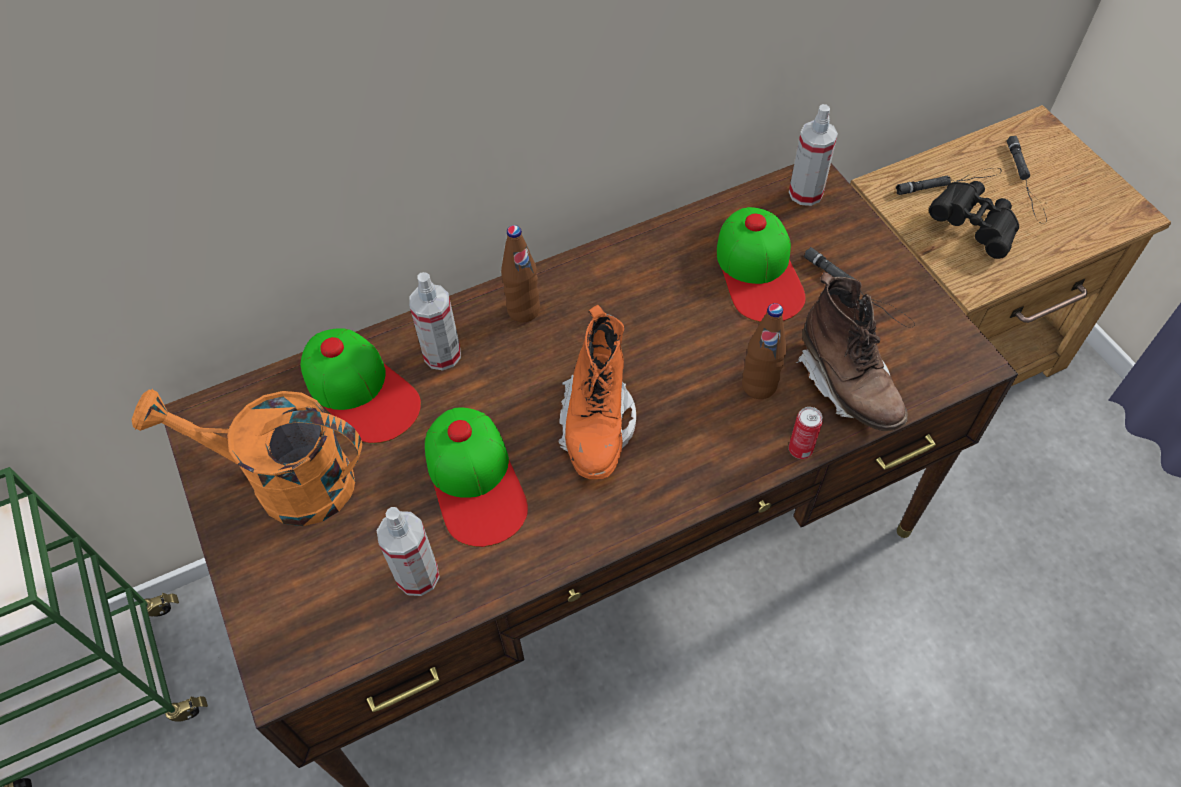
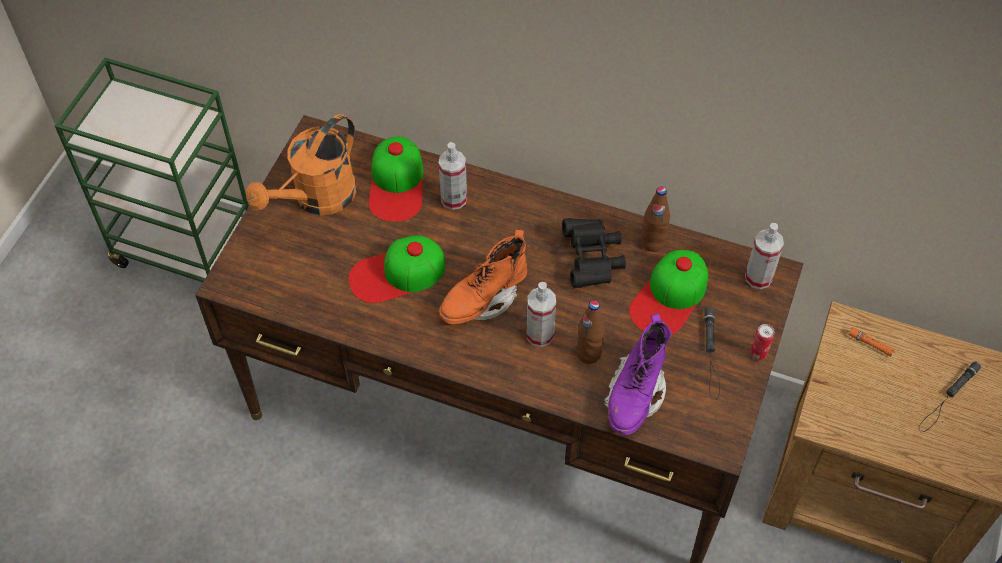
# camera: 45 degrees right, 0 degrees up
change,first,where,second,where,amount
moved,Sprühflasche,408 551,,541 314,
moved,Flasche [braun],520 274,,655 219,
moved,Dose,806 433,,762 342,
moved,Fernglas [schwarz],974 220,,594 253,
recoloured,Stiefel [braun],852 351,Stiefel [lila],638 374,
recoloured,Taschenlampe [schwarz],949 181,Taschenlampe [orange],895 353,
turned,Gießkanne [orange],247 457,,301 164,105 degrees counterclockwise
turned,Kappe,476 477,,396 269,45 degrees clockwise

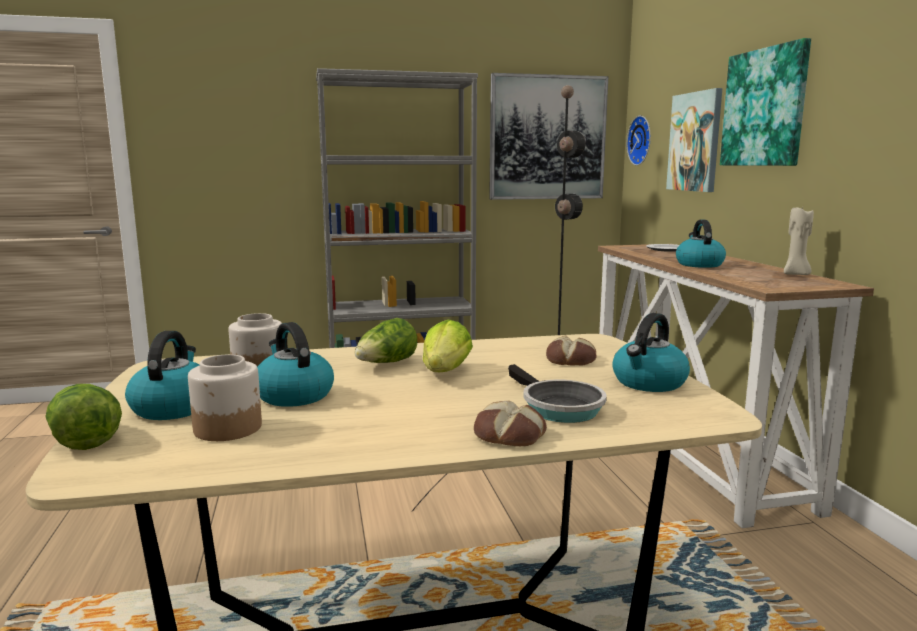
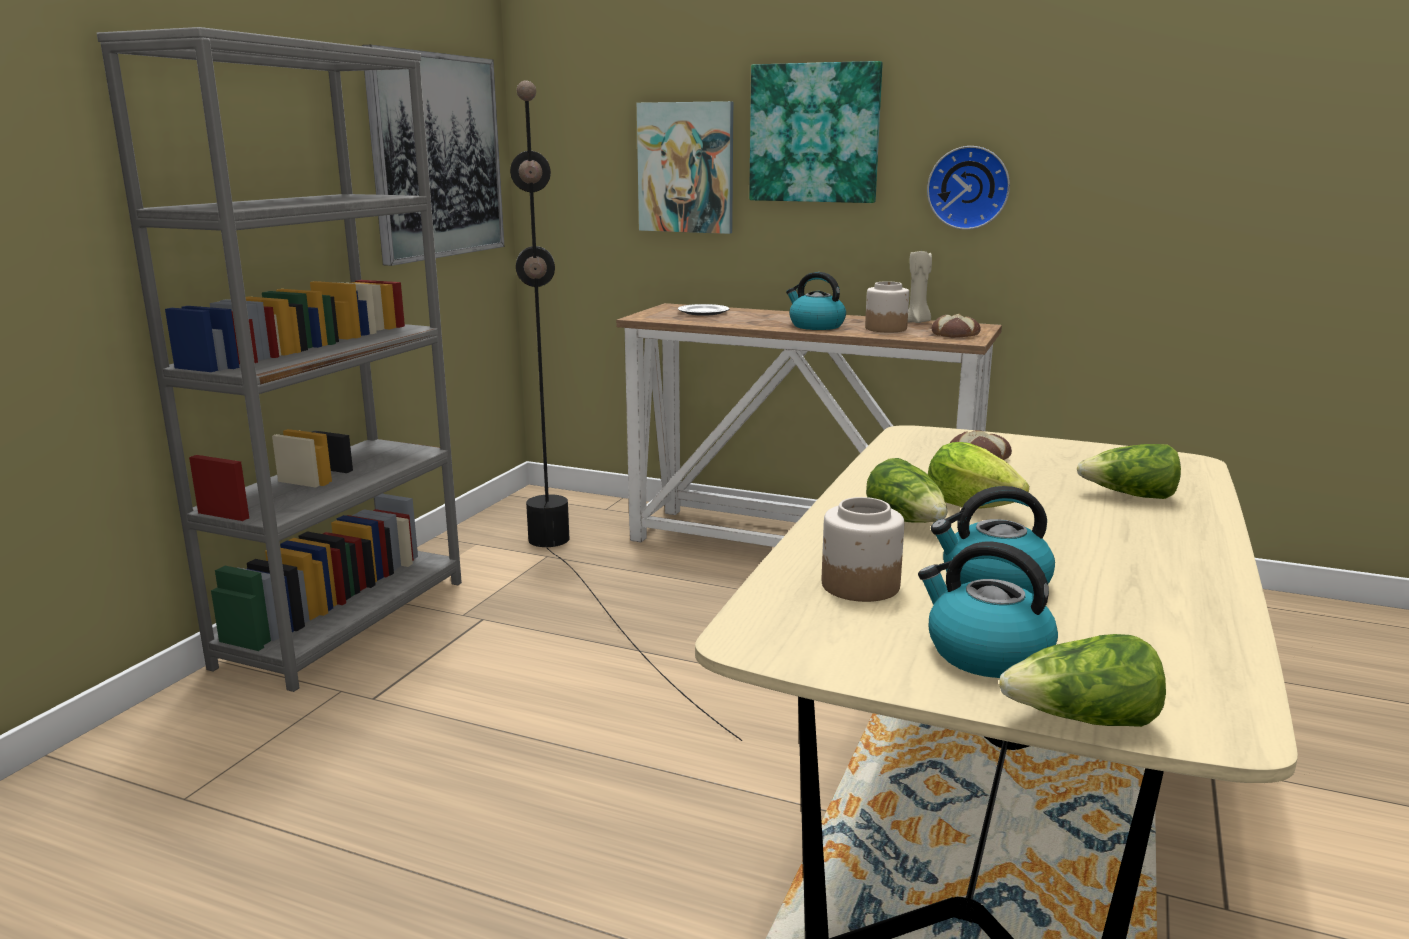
# camera: 55 degrees left, 5 degrees up
change,first,where,second,where,amount
removed,Wasserkessel,651 352,,,
moved,Vorratsglas,225 397,,887 306,
moved,Brot,510 423,,956 326,
moved,Wanduhr,639 140,,968 188,
replaced,Pfanne,557 393,Salatkopf,1129 471,

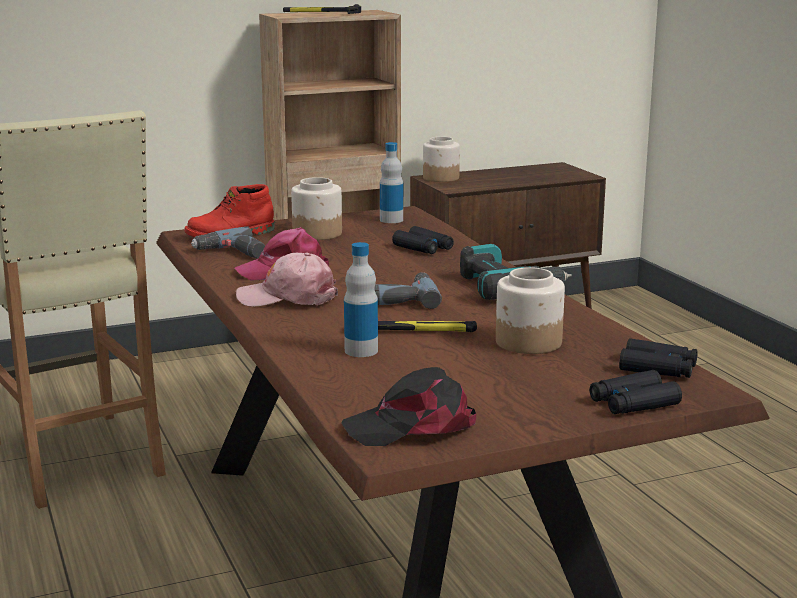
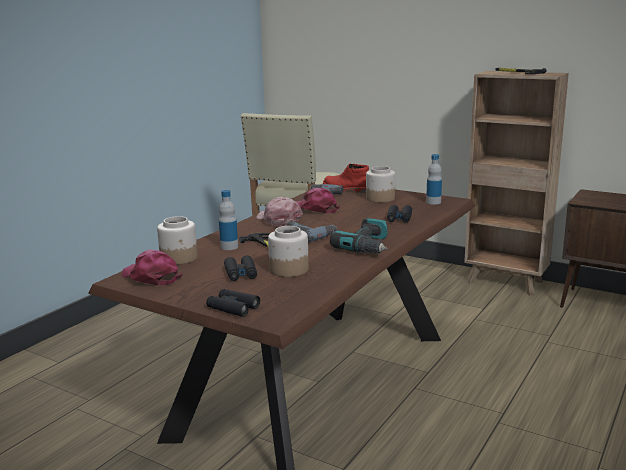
# camera: 55 degrees right, 0 degrees up
change,first,where,second,where,amount
moved,Vorratsglas,441 159,,177 240,
moved,Fernglas [schwarz],658 358,,240 268,
recoloured,Kappe [schwarz],409 406,Kappe [rosa],151 268,

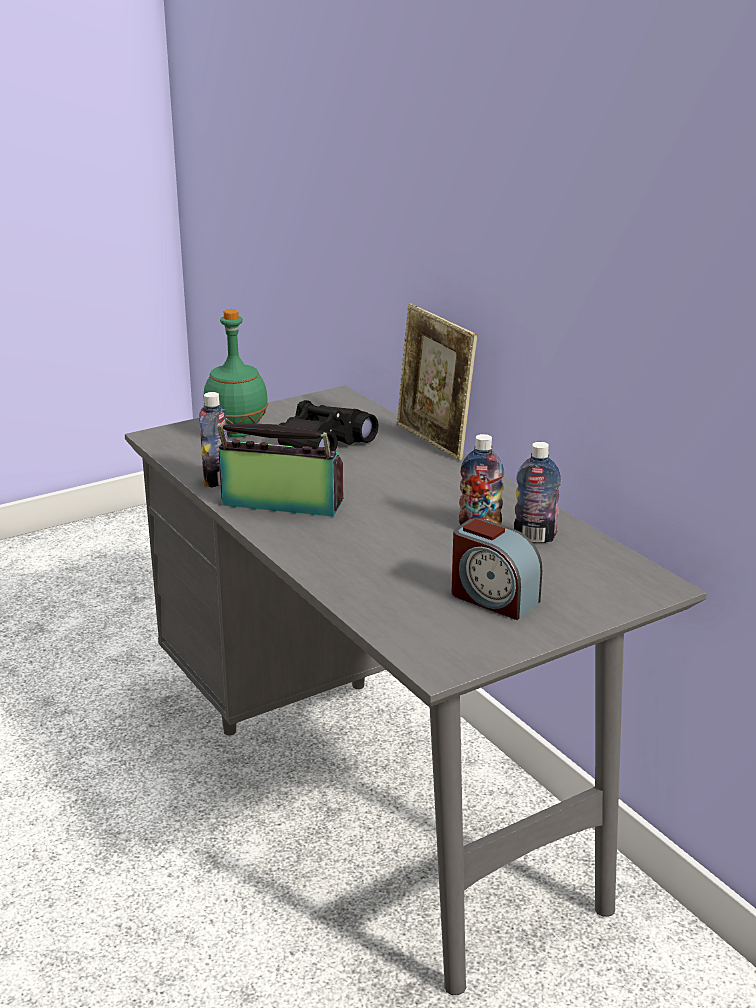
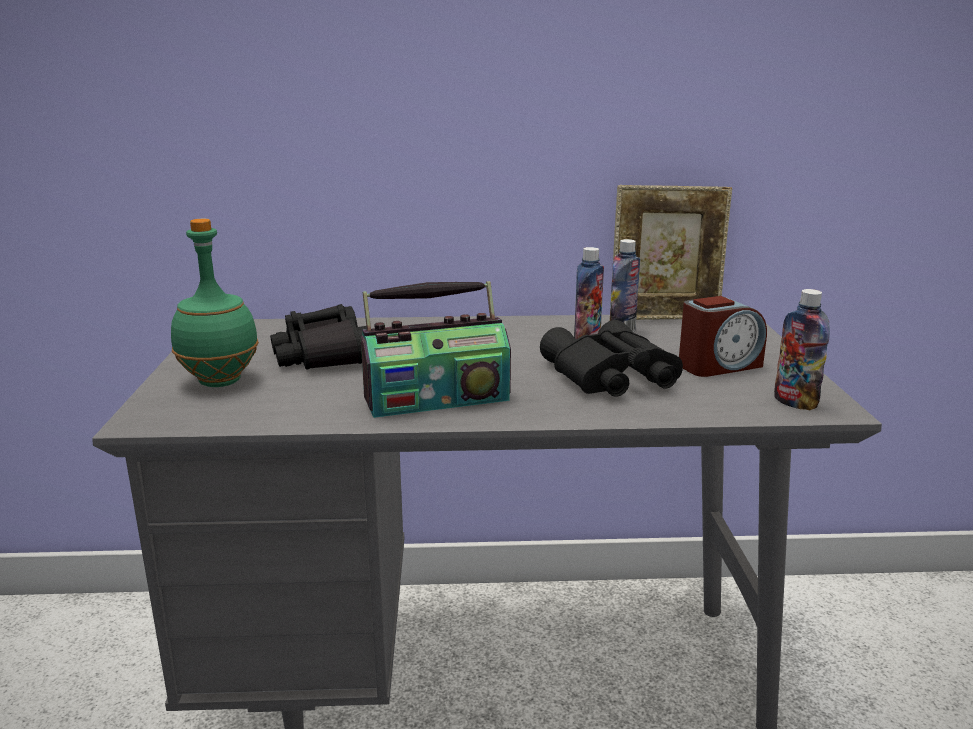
# camera: 60 degrees left, 5 degrees down
change,first,where,second,where,amount
added,,,Fernglas [schwarz],611 358,
moved,Flasche,213 440,,802 350,
moved,Bilderrahmen,436 382,,672 252,
turned,Radio,280 470,,436 349,150 degrees counterclockwise

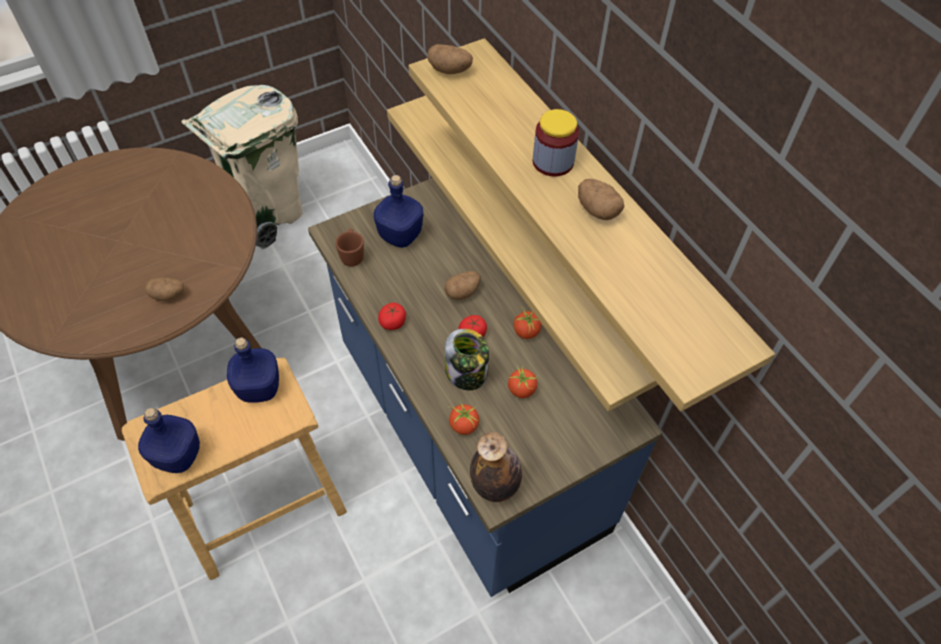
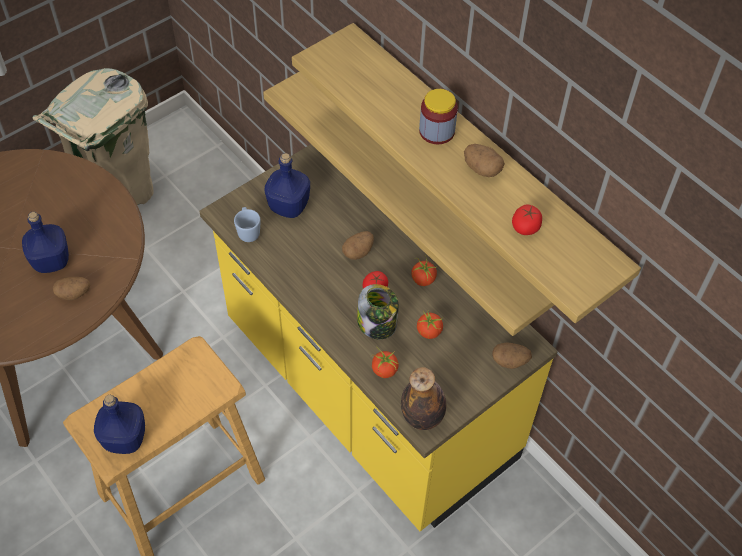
# camera: 10 degrees left, 0 degrees up
change,first,where,second,where,amount
moved,Flasche [blau],253 370,,45 242,
moved,Tomate,392 316,,527 219,
moved,Kartoffel,450 59,,512 355,
recoloured,Küchenzeile [blau],485 387,Küchenzeile [gelb],378 337,
recoloured,Henkelbecher [braun],349 248,Henkelbecher [blau],247 224,

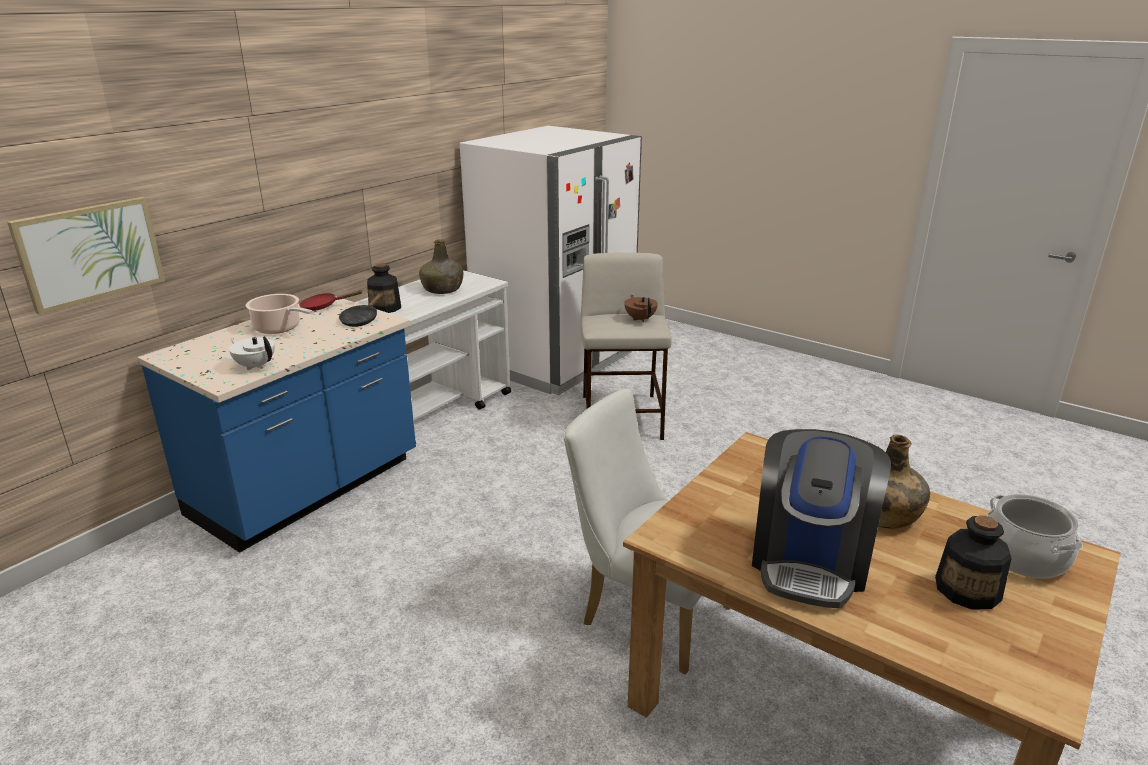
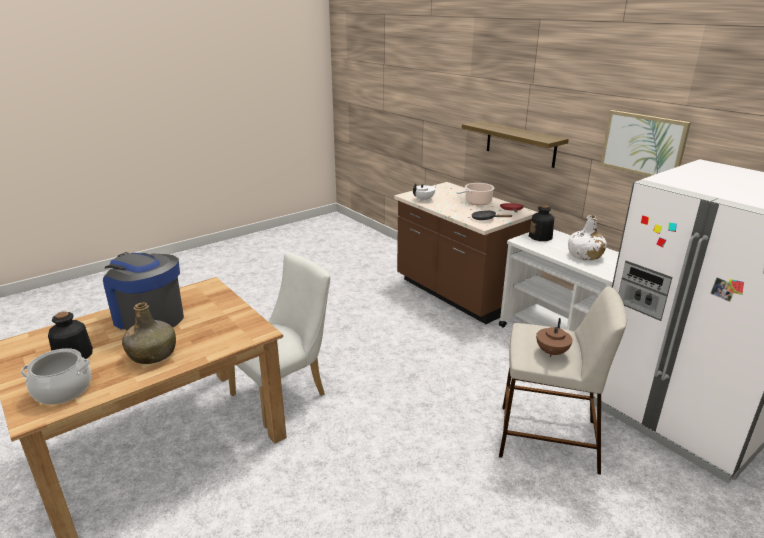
# camera: 105 degrees right, 0 degrees up
change,first,where,second,where,amount
added,,,Wandregal,515 144,
moved,Bild,86 256,,645 143,
recoloured,Küchenzeile [blau],277 424,Küchenzeile [braun],466 253,
recoloured,Flasche [grün],441 266,Flasche [weiß],587 238,
turned,Teekanne [braun],641 308,,554 337,120 degrees clockwise

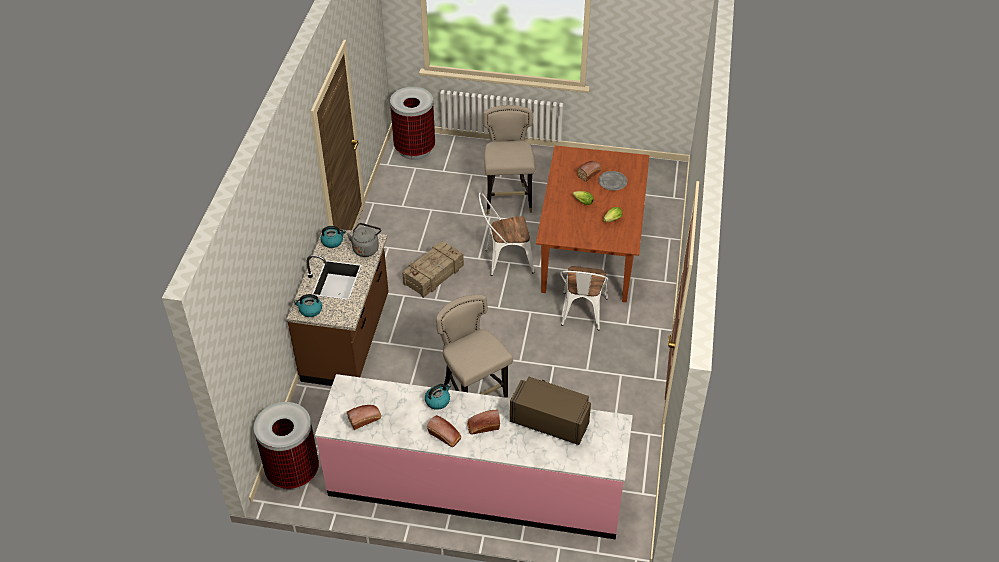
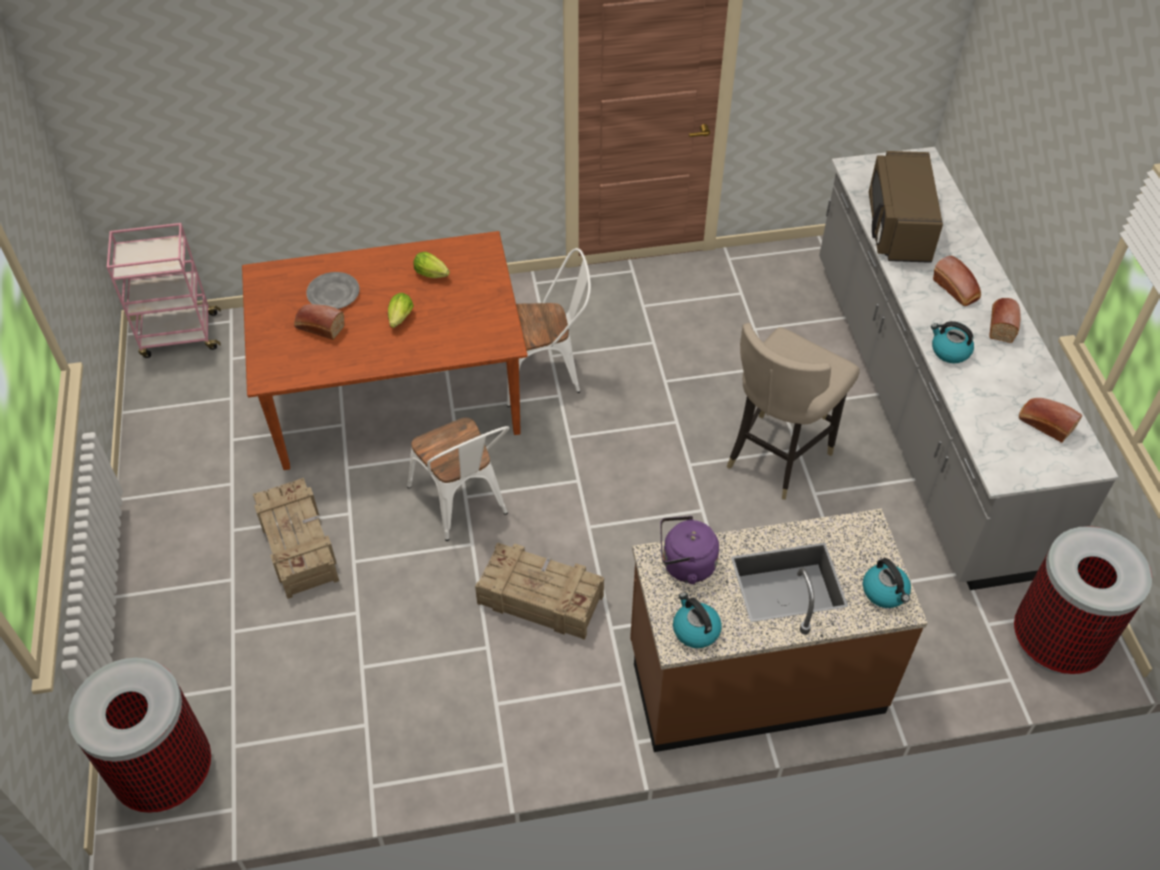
# camera: 110 degrees left, 5 degrees up
change,first,where,second,where,amount
added,,,Rollwagen [rosa],164 290,
replaced,Hocker [beige],509 159,Kiste,296 538,
recoloured,Küchenzeile [rosa],474 457,Küchenzeile [grau],968 368,
recoloured,Wasserkessel [grau],364 240,Wasserkessel [lila],689 550,

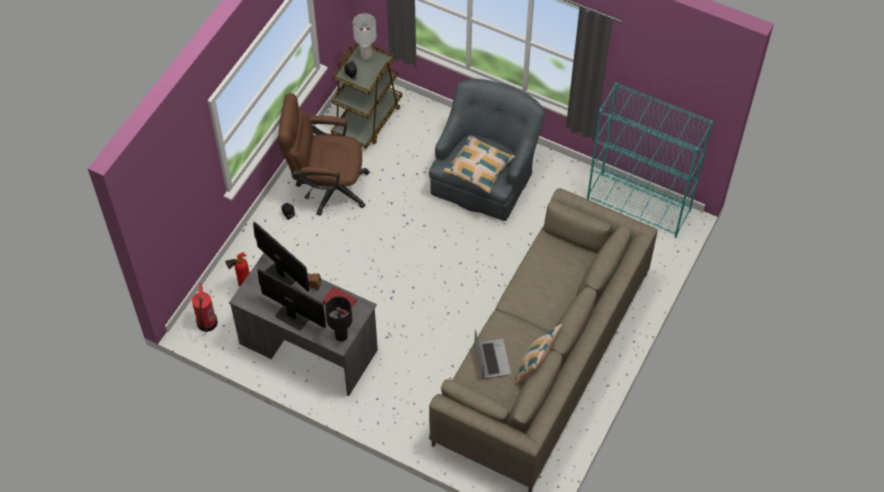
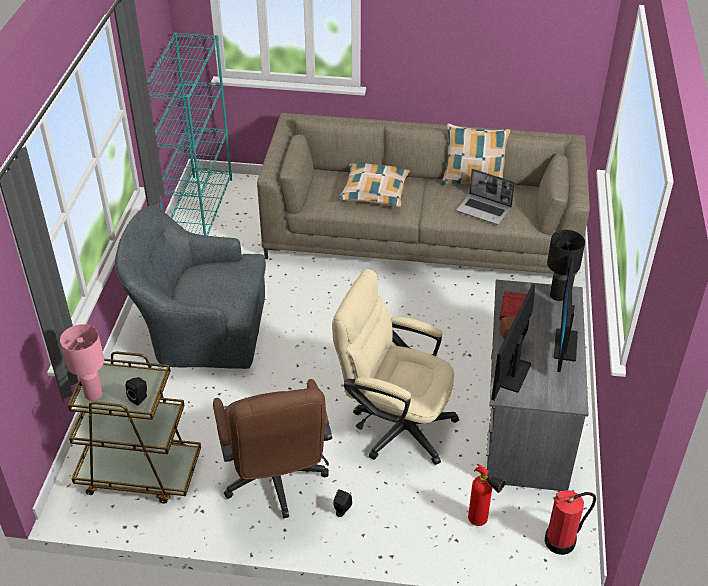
# camera: 110 degrees left, 15 degrees down
change,first,where,second,where,amount
added,,,Bürostuhl [beige],395 367,
moved,Kissen,479 163,,374 185,
recoloured,Tischlampe [weiß],365 36,Tischlampe [rosa],82 362,
turned,Laptop,493 354,,485 197,120 degrees counterclockwise

